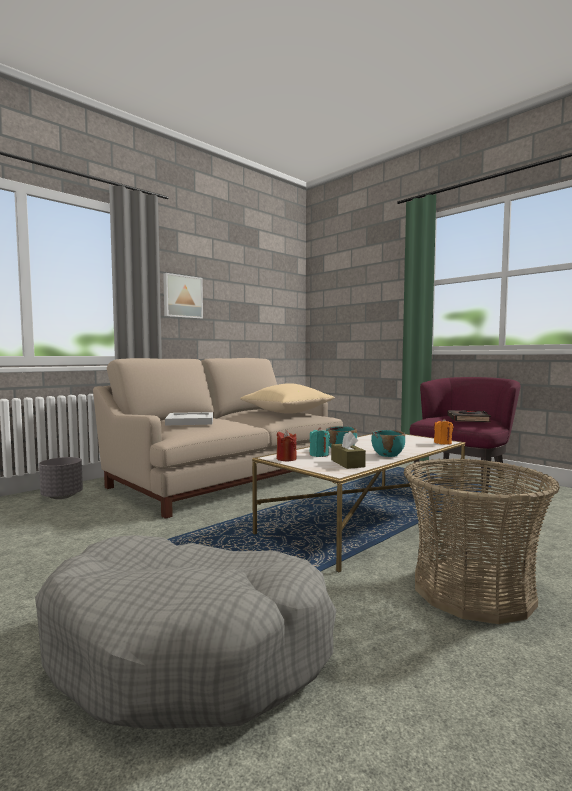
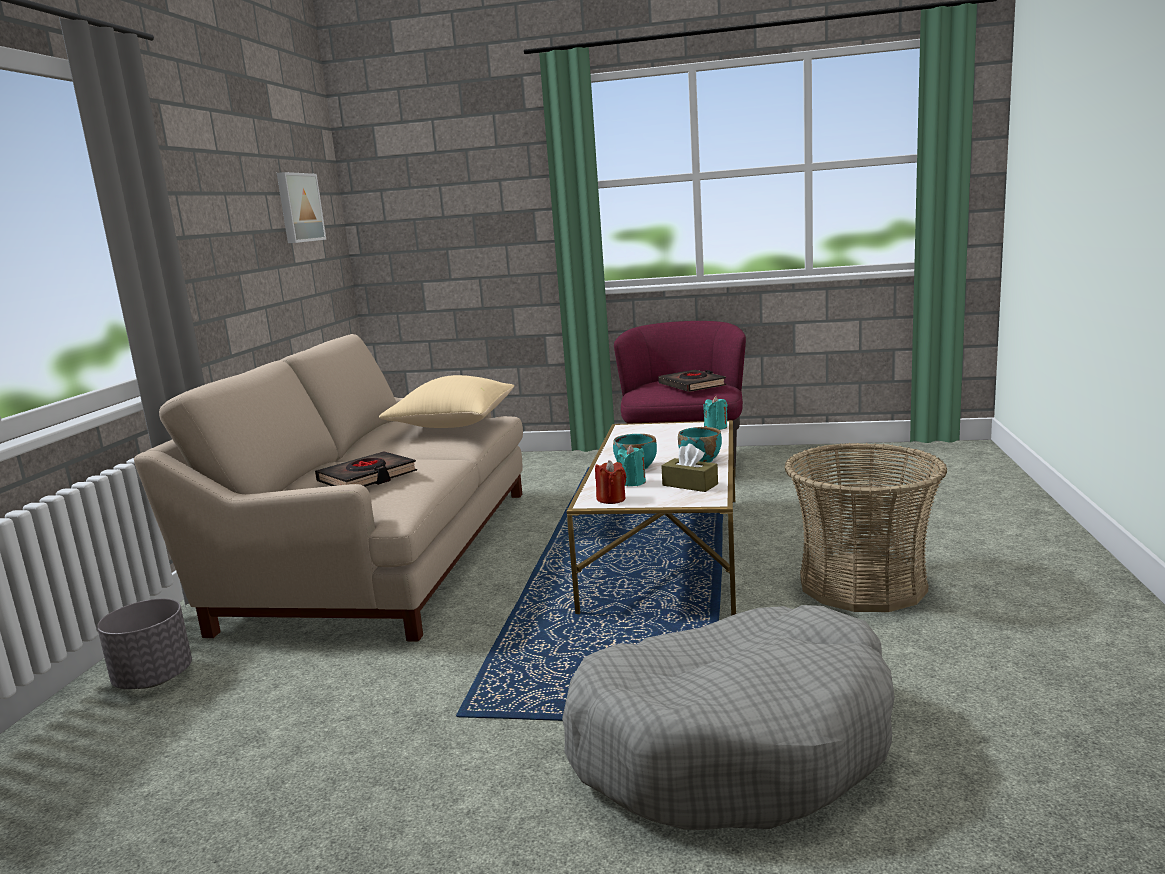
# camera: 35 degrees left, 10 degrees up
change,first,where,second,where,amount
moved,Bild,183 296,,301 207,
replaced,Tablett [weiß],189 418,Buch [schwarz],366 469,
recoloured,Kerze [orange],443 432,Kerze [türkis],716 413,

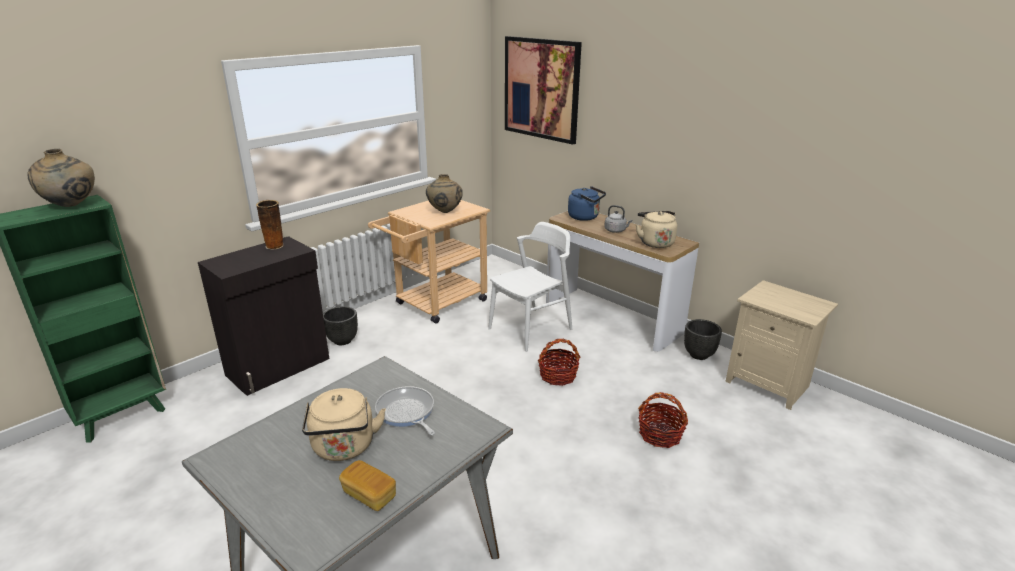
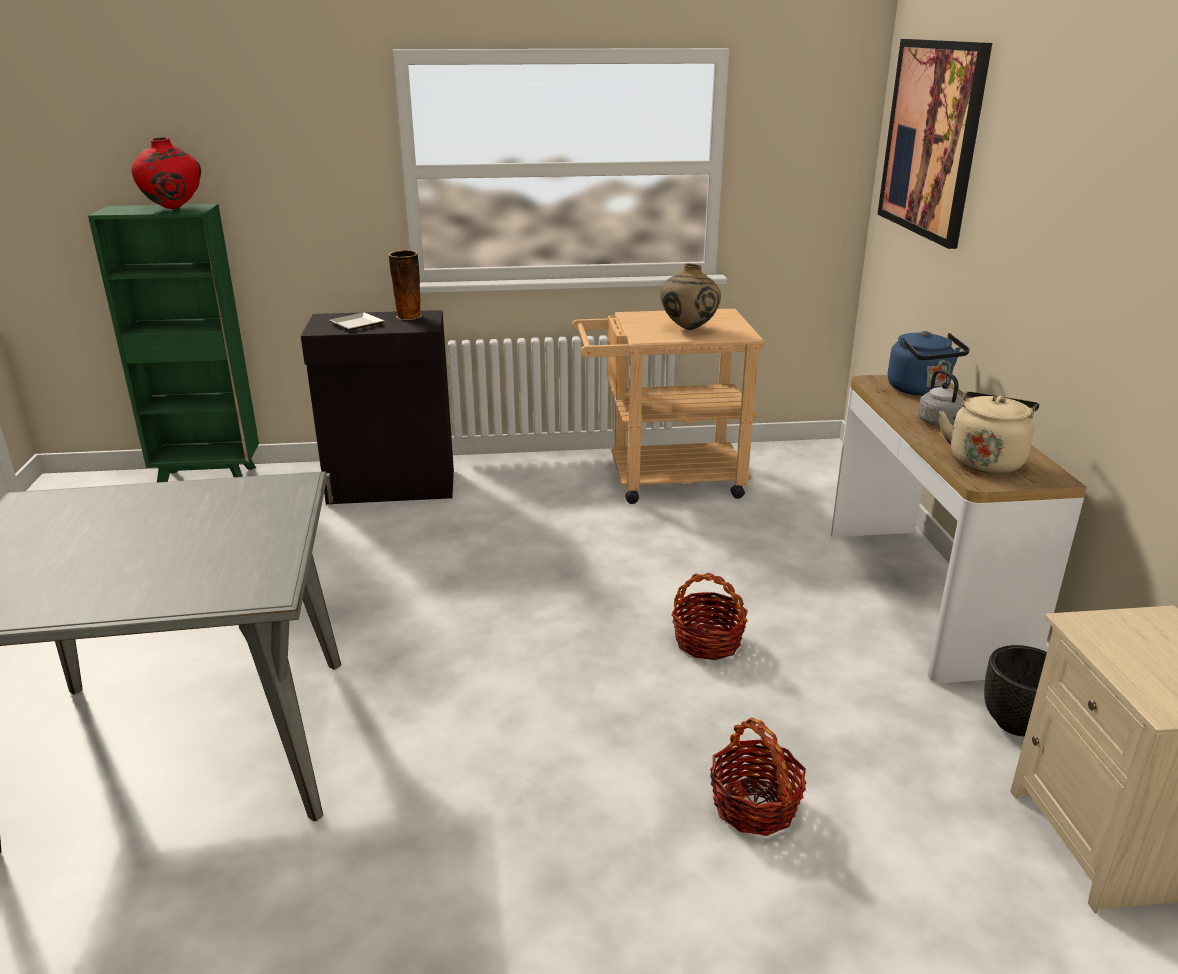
# camera: 40 degrees right, 0 degrees up
change,first,where,second,where,amount
removed,Wasserkessel [beige],344 424,,,
removed,Pflanzkübel [schwarz],340 325,,,
removed,Brot,367 485,,,
removed,Pfanne,405 410,,,
removed,Stuhl [weiß],530 287,,,
added,,,Teller,357 321,
recoloured,Vase [beige],61 178,Vase [rot],166 173,

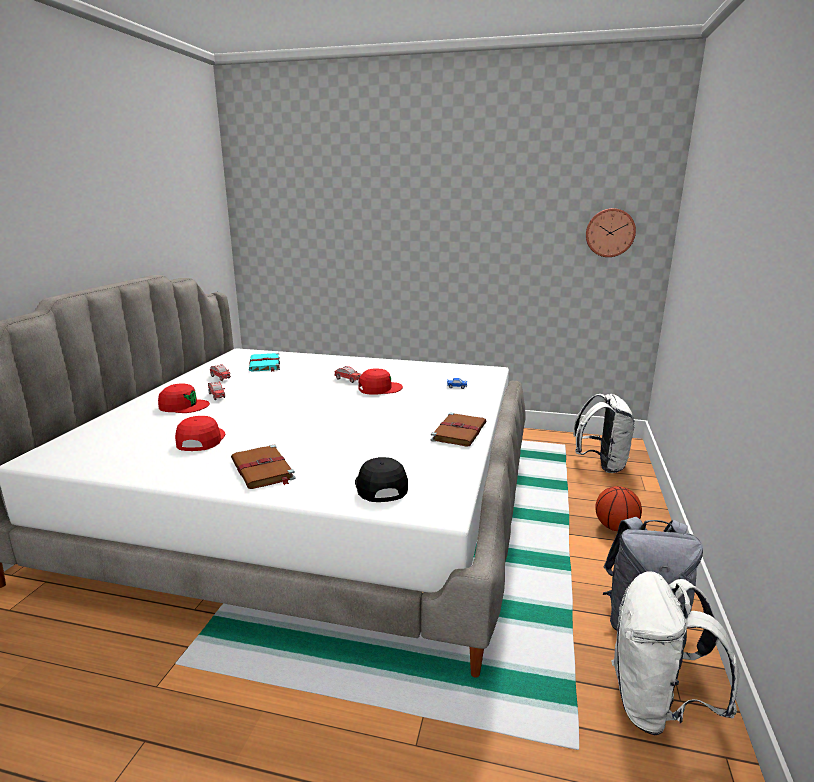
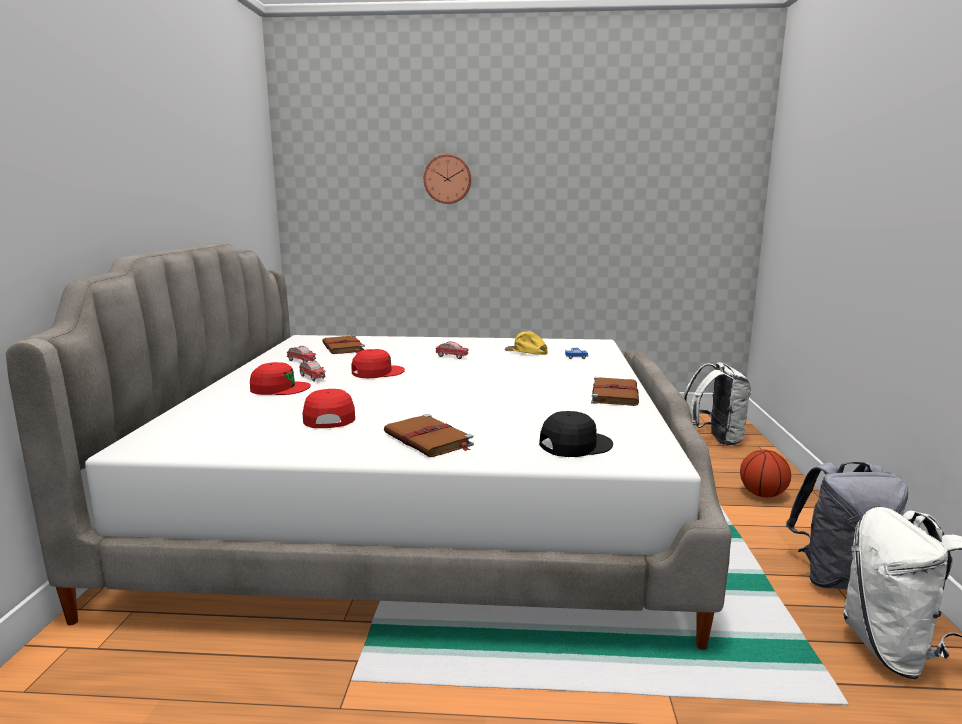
# camera: 10 degrees left, 5 degrees down
change,first,where,second,where,amount
added,,,Kappe [gelb],526 343,
moved,Kappe [rot],380 382,,378 363,
moved,Wanduhr,611 232,,447 179,
recoloured,Buch [türkis],264 362,Buch [braun],343 344,
turned,Kappe [schwarz],381 479,,576 434,90 degrees clockwise

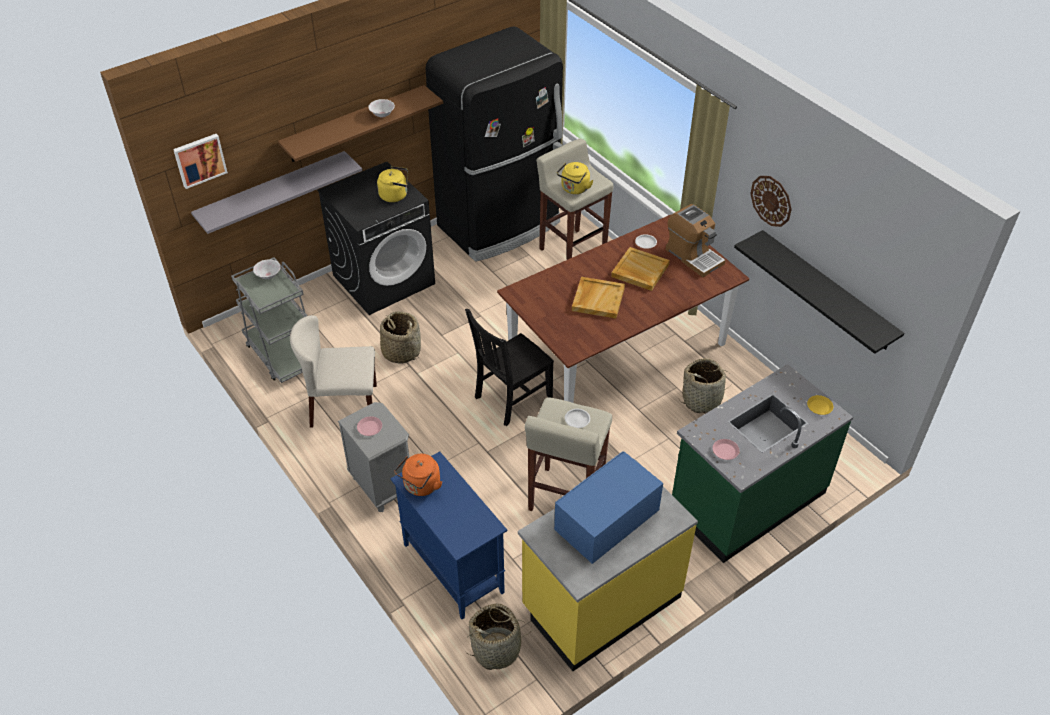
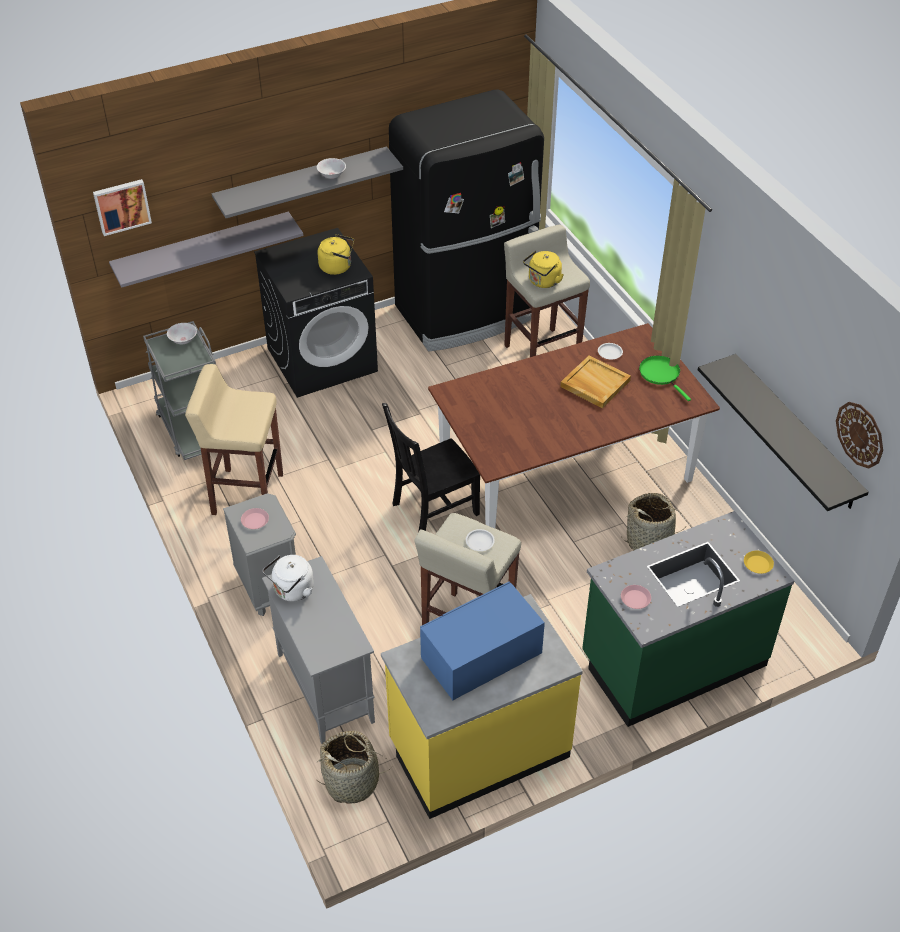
# camera: 10 degrees right, 0 degrees up
change,first,where,second,where,amount
removed,Korb,400 337,,,
removed,Tablett [beige],598 297,,,
moved,Wanduhr,771 201,,859 435,
replaced,Stuhl [beige],333 371,Hocker [beige],234 439,
replaced,Kaffeemaschine,696 240,Pfanne [grün],665 378,
recoloured,Wandregal [braun],360 123,Wandregal [grau],307 182,
recoloured,Schrank [blau],449 535,Schrank [grau],318 650,
recoloured,Wasserkessel [orange],418 475,Wasserkessel [weiß],288 578,

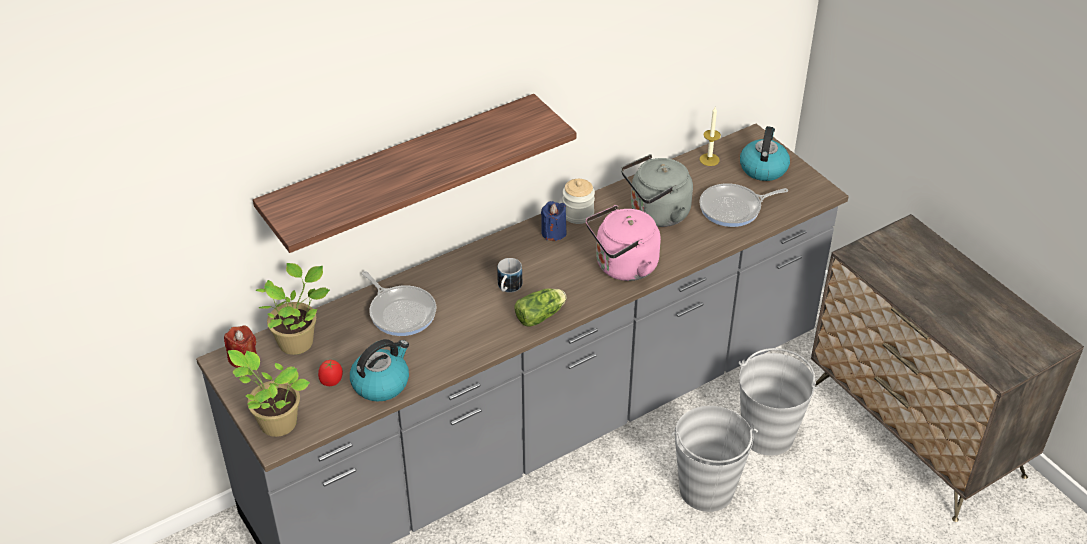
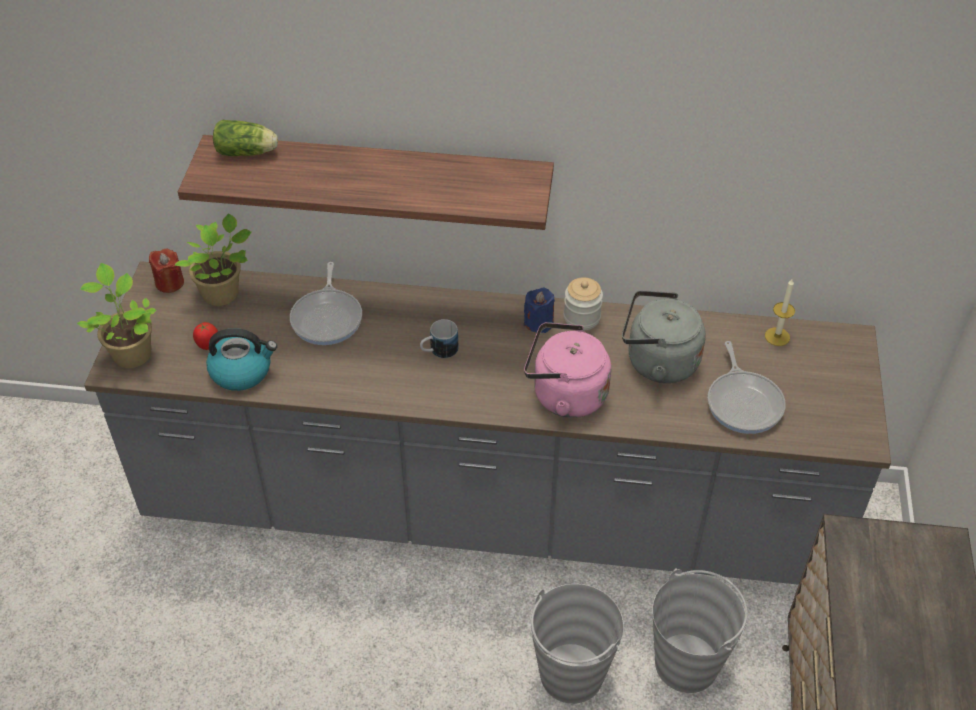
# camera: 40 degrees right, 5 degrees up
change,first,where,second,where,amount
removed,Wasserkessel,765 153,,,
moved,Salatkopf,540 307,,245 138,
turned,Pfanne,743 205,,747 387,120 degrees counterclockwise

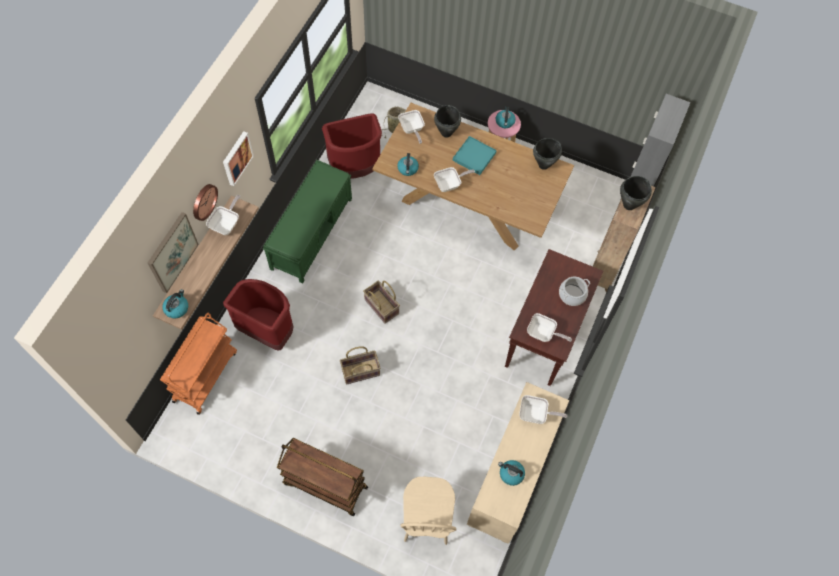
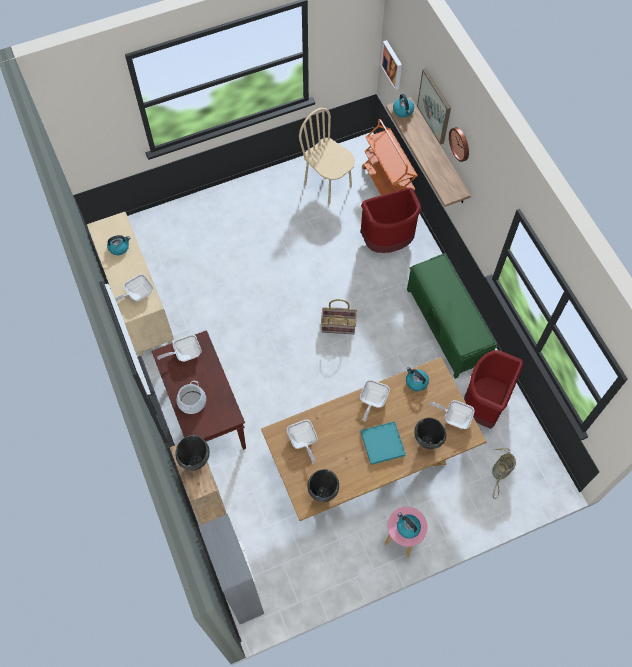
# camera: 135 degrees right, 0 degrees up
change,first,where,second,where,amount
removed,Rollwagen [braun],322 477,,,
removed,Korb,360 365,,,
moved,Pfanne,223 215,,302 441,
moved,Bild,238 158,,391 65,
moved,Stuhl [beige],428 511,,327 156,

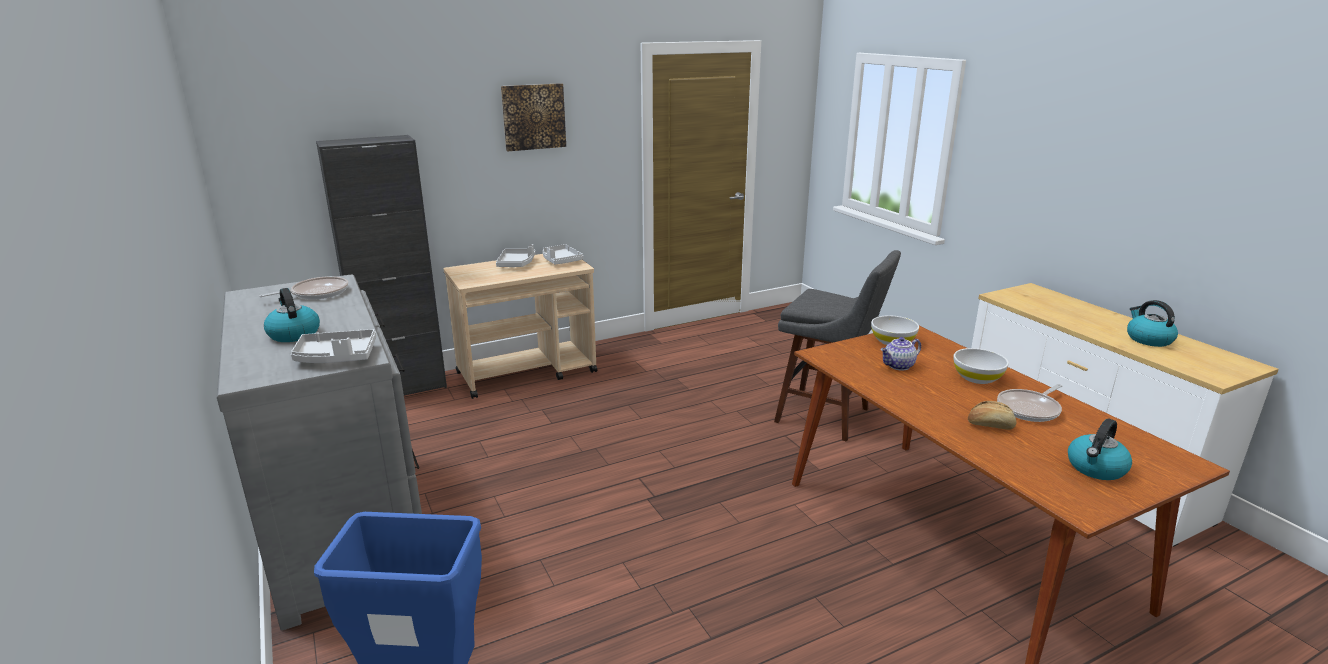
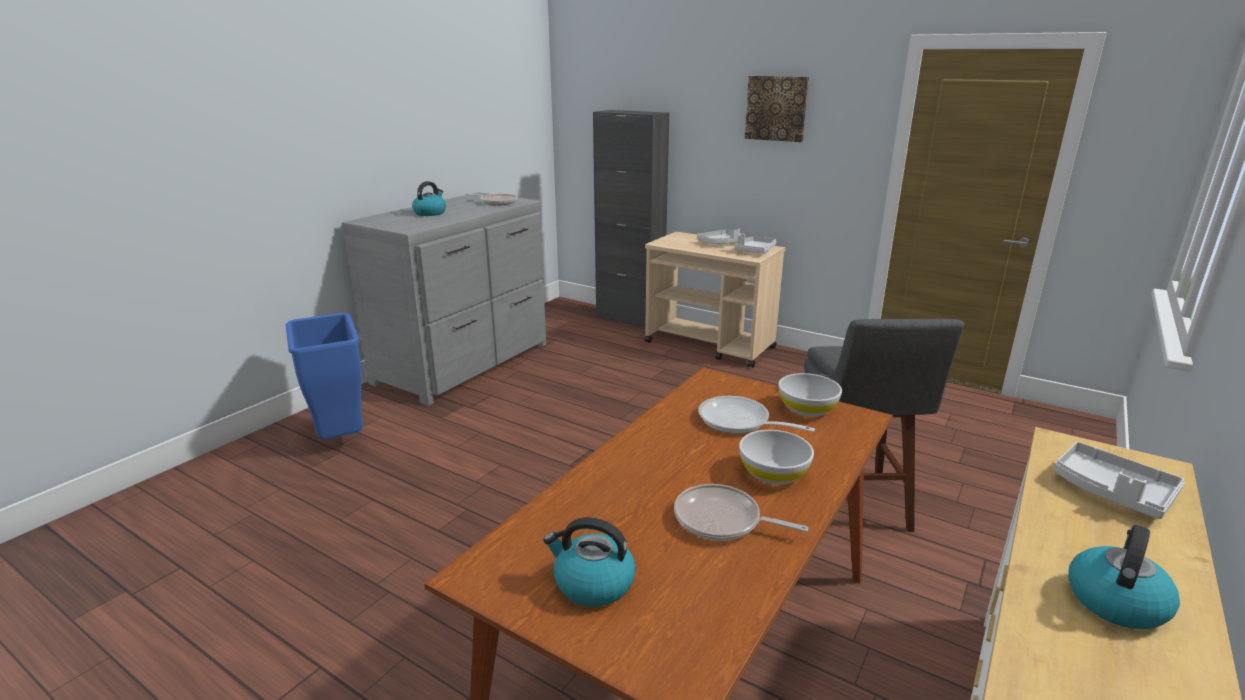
# camera: 60 degrees right, 0 degrees up
change,first,where,second,where,amount
removed,Brot,992 415,,,
moved,Tablett [grau],333 346,,1119 480,
replaced,Teekanne,900 354,Pfanne,756 415,

